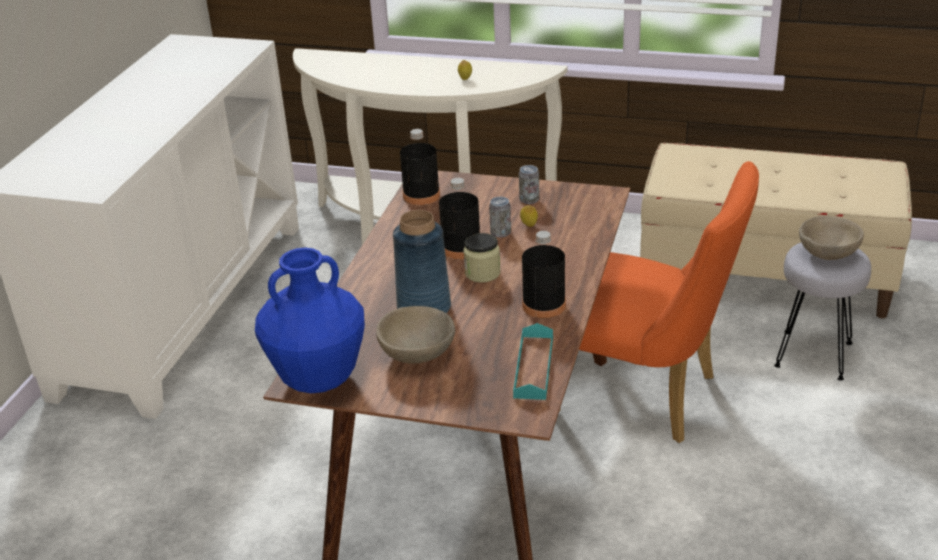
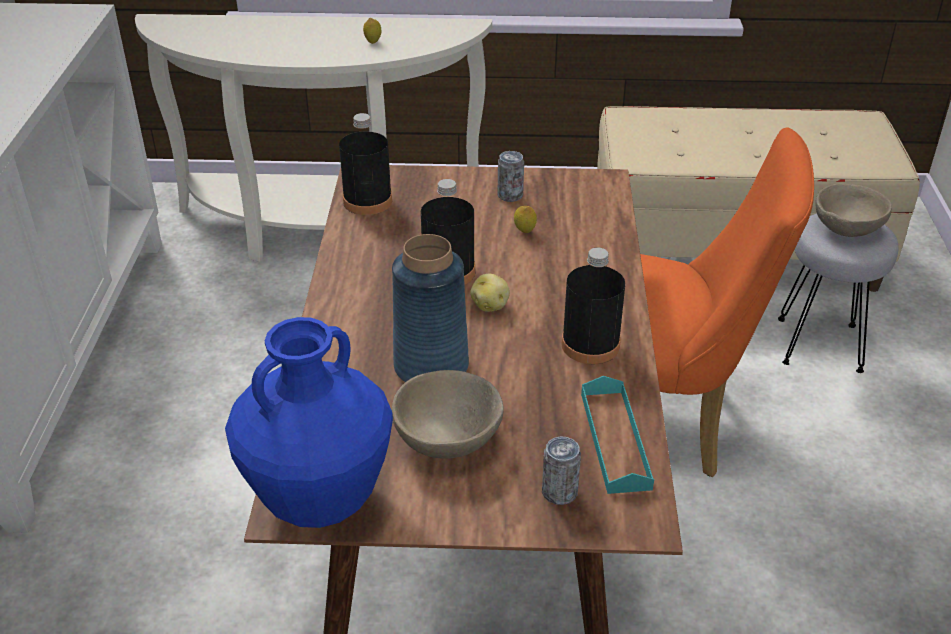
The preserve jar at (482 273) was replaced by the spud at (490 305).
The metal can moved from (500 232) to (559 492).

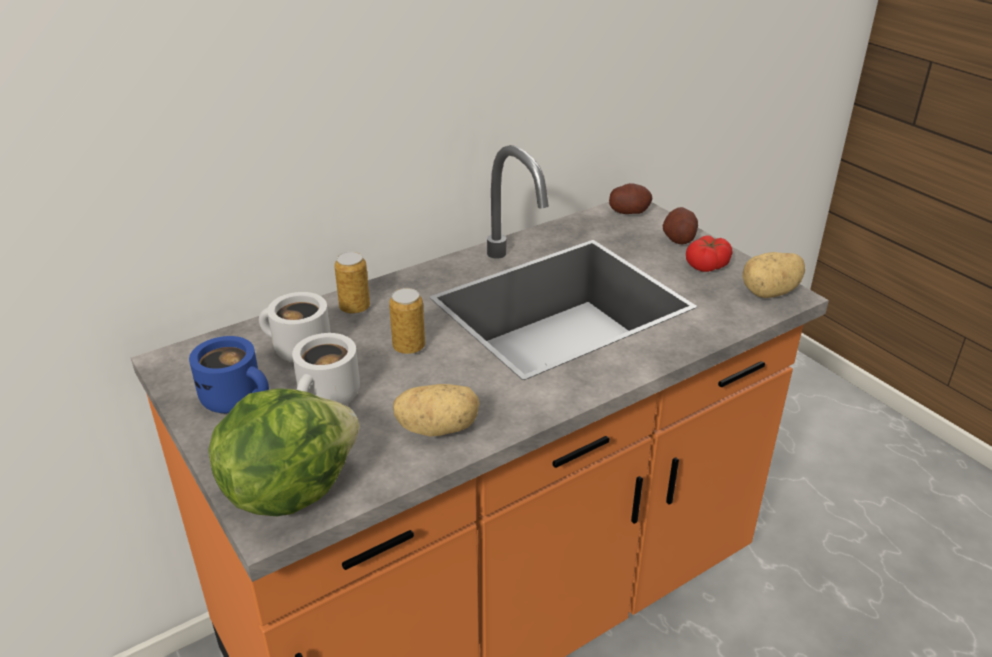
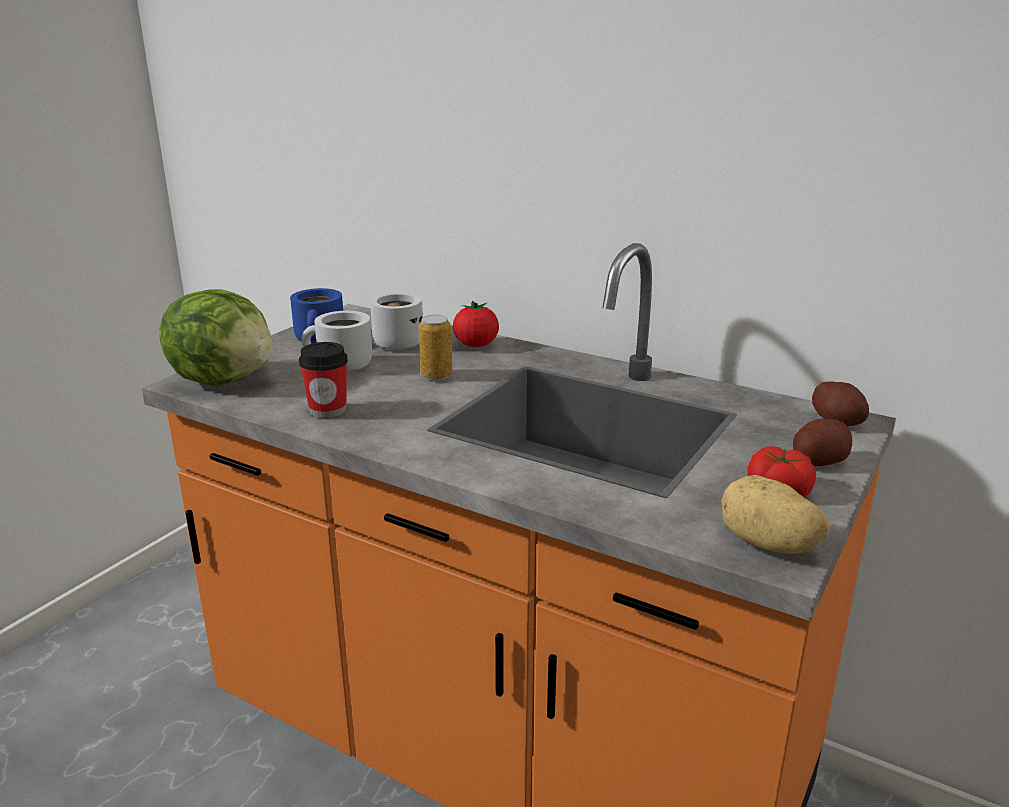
The spud at (438 428) was replaced by the small cup at (328 410).
The metal can at (355 308) was replaced by the tomato at (476 345).

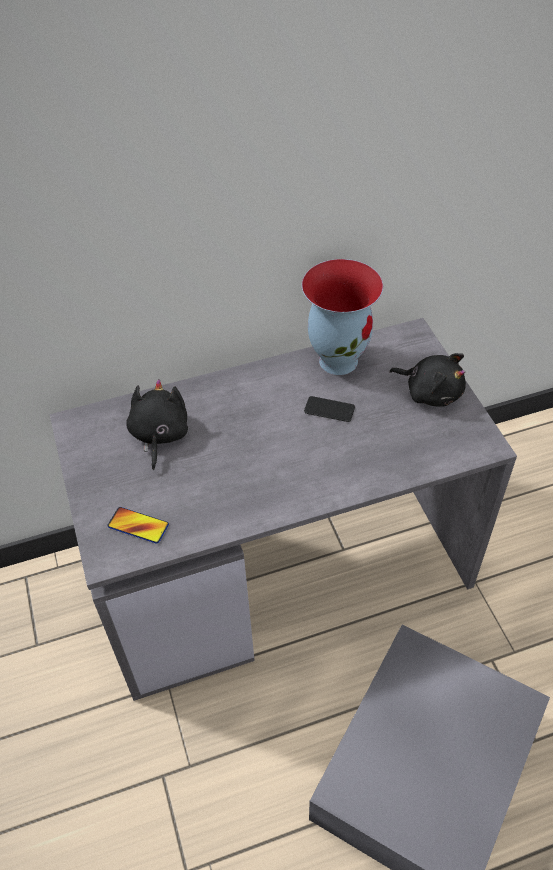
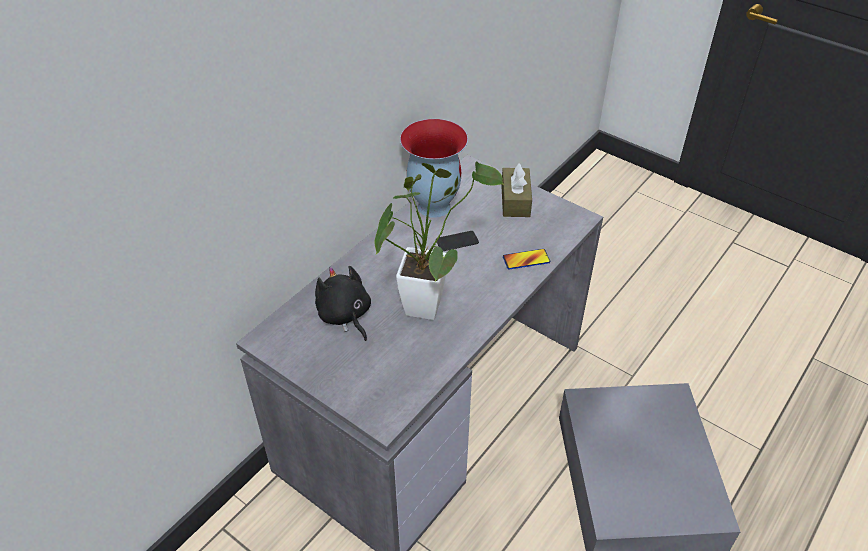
The houseplant at (426 301) appeared.
The blackish cuddly toy at (430 392) was replaced by the brownish box of tissues at (515 200).
The handset moved from (138 526) to (526 260).

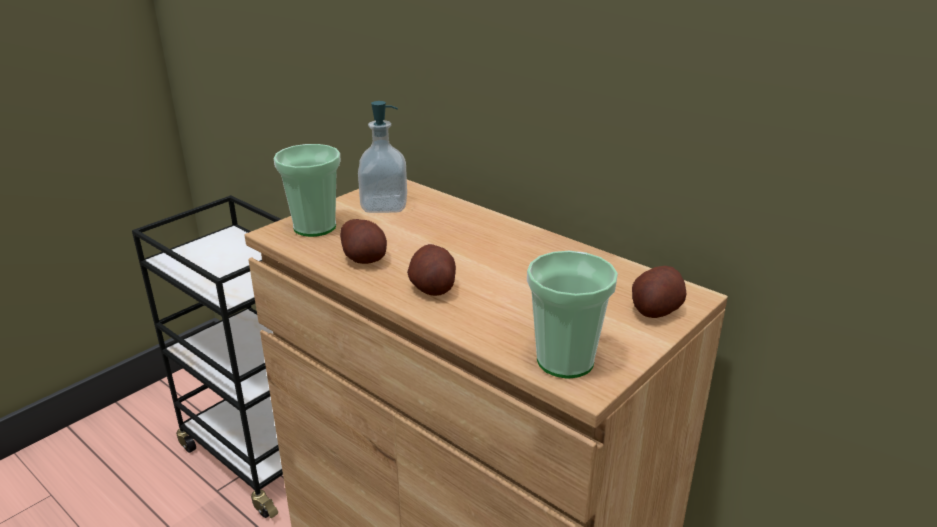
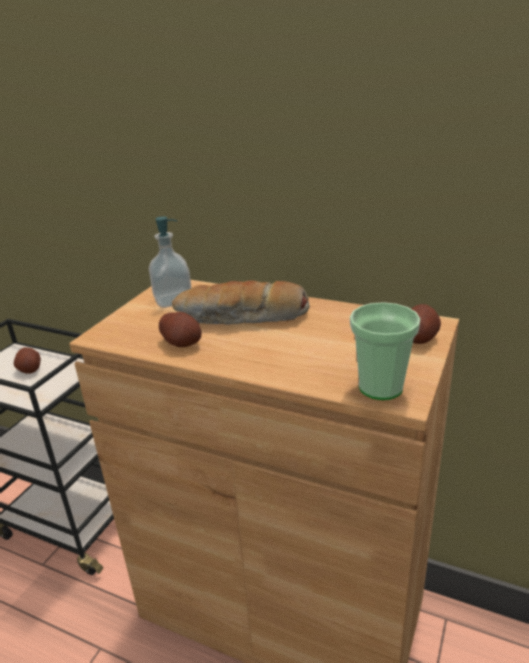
The spud moved from (432 288) to (30 369).
The bakery bread at (242 318) appeared.
The small cup at (314 227) disappeared.

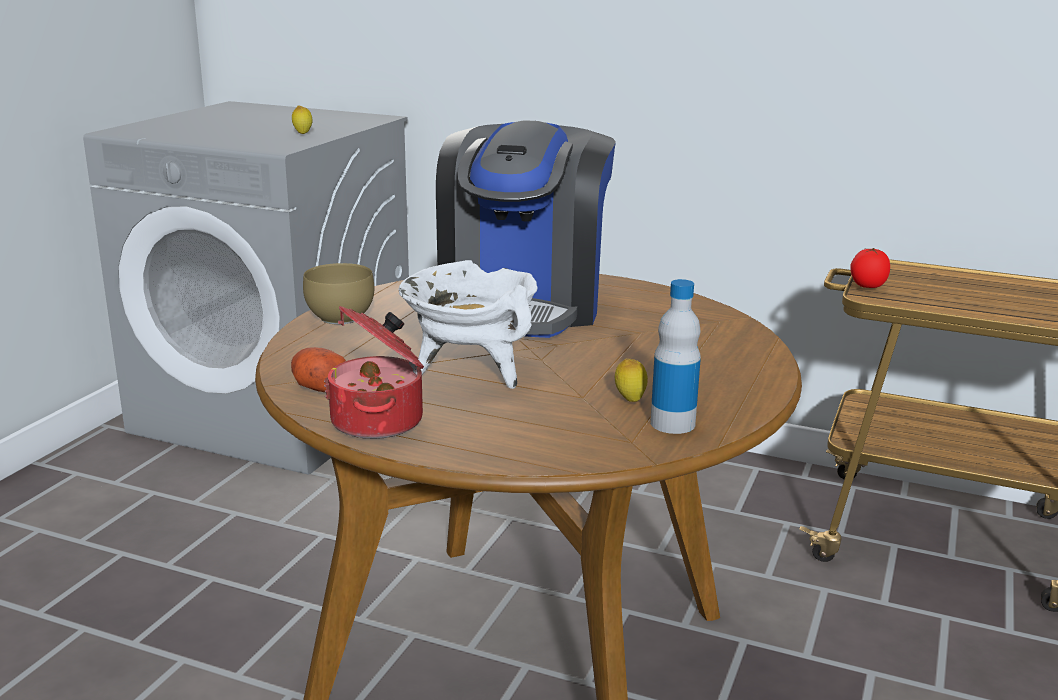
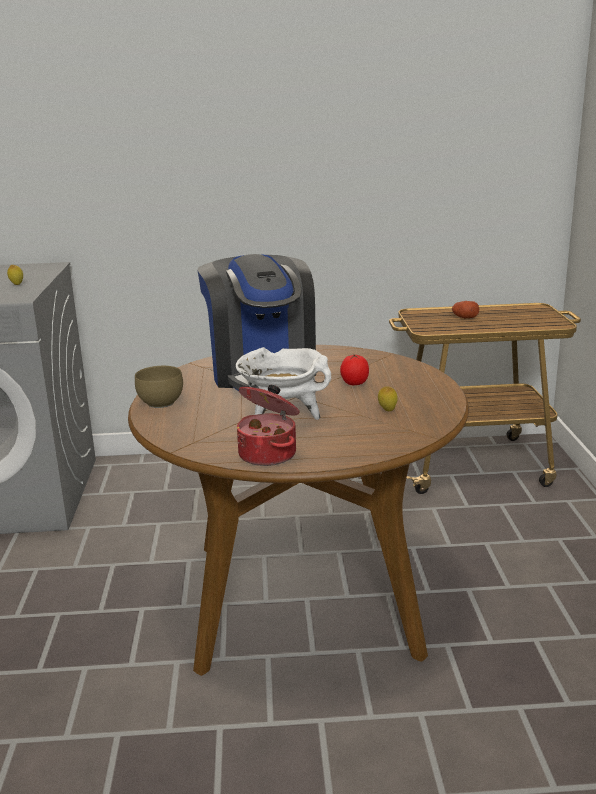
The tomato moved from (867 287) to (354 384).
The spud moved from (319 386) to (464 317).
The bottle at (672 423) disappeared.

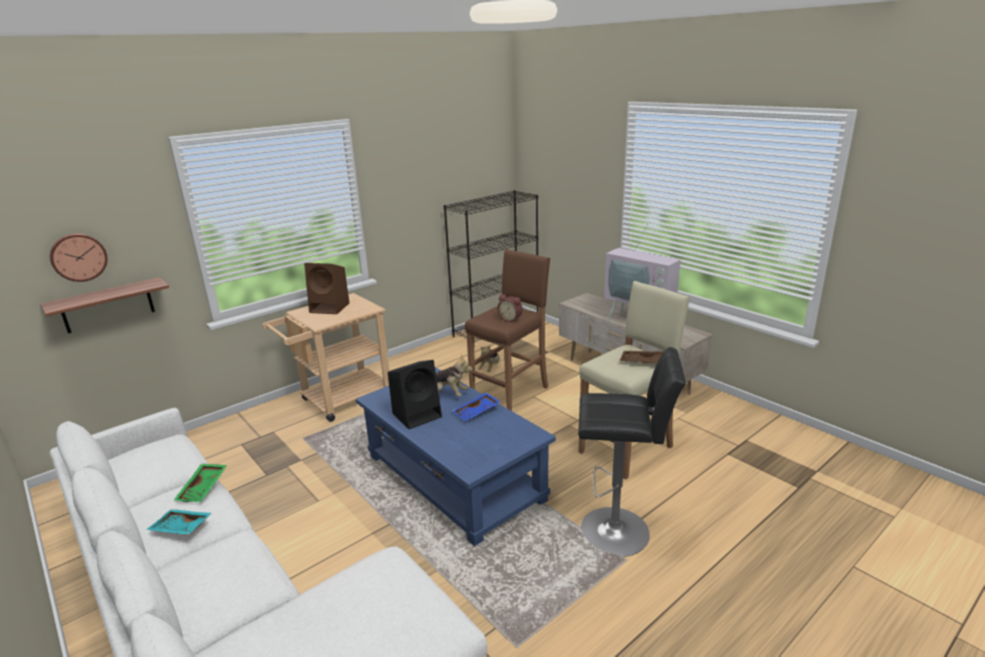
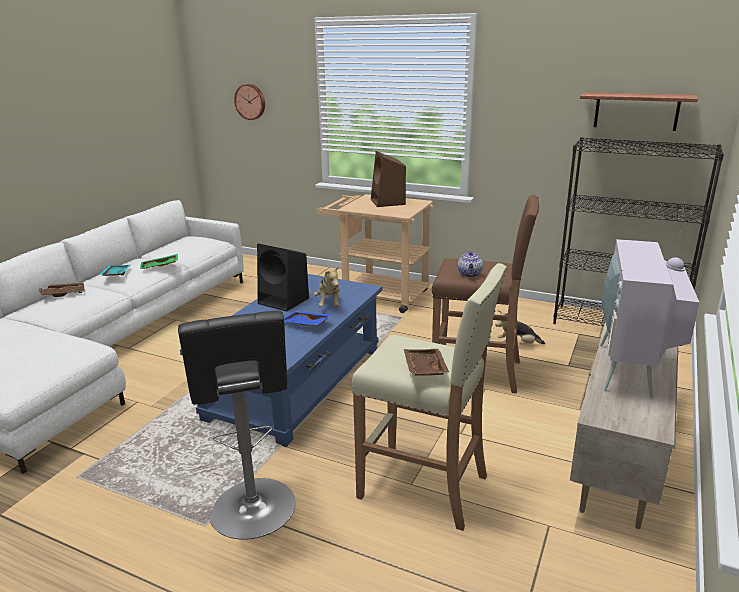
The brownish tray at (63 293) appeared.
The alarm clock at (511 319) was replaced by the teapot at (470 274).
The wall shelf moved from (107 305) to (636 111).

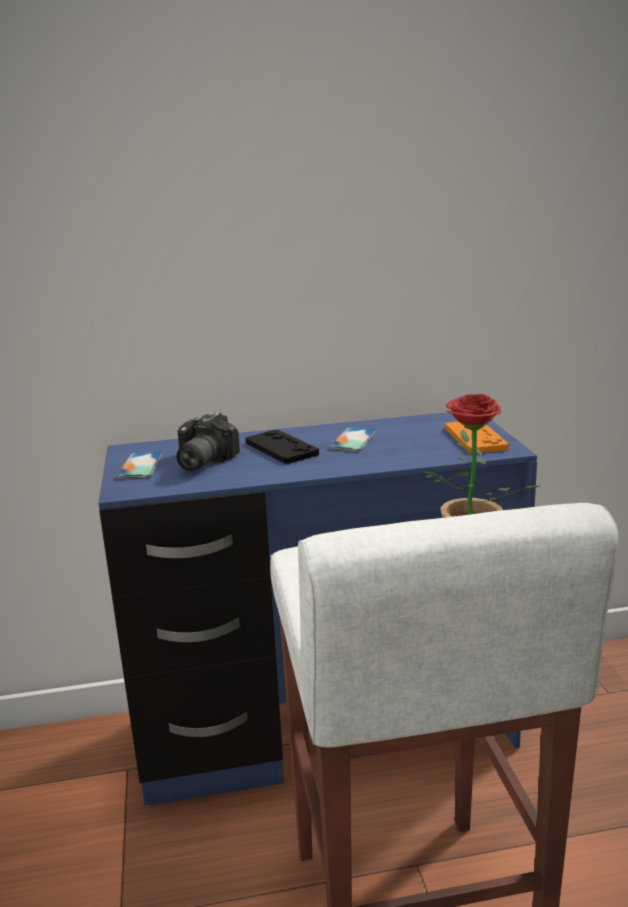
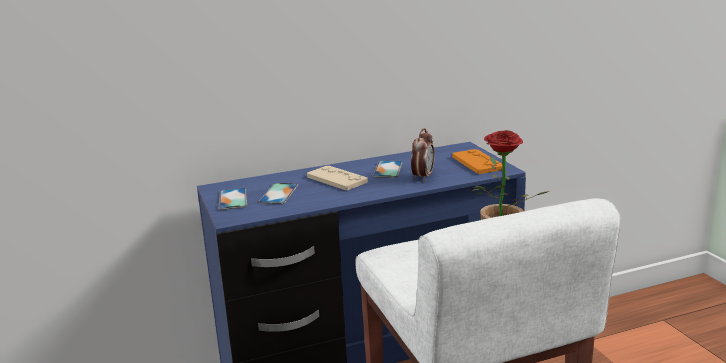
The still camera at (199 462) was replaced by the handset at (279 193).
The blackish joypad at (281 448) became the beige-coloured joypad at (337 179).
The alarm clock at (422 177) appeared.

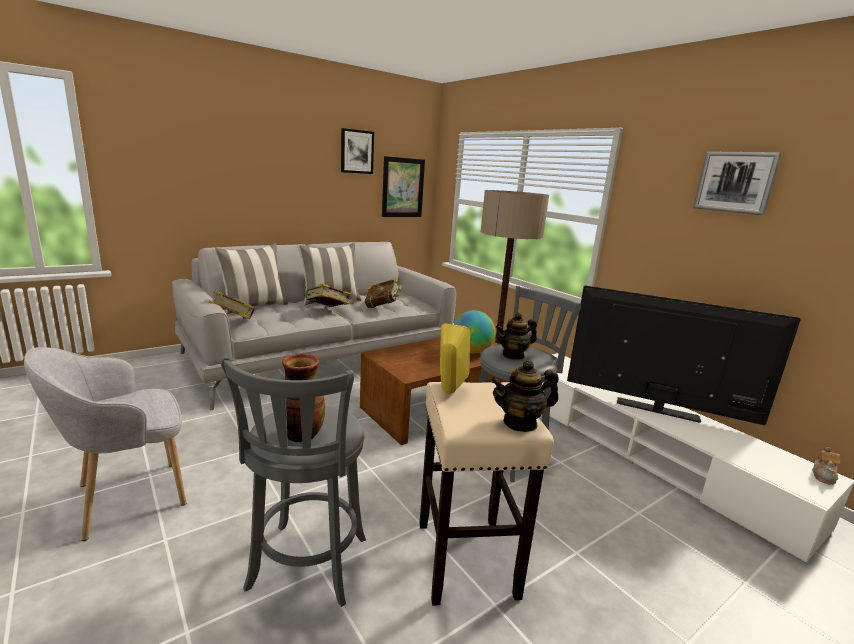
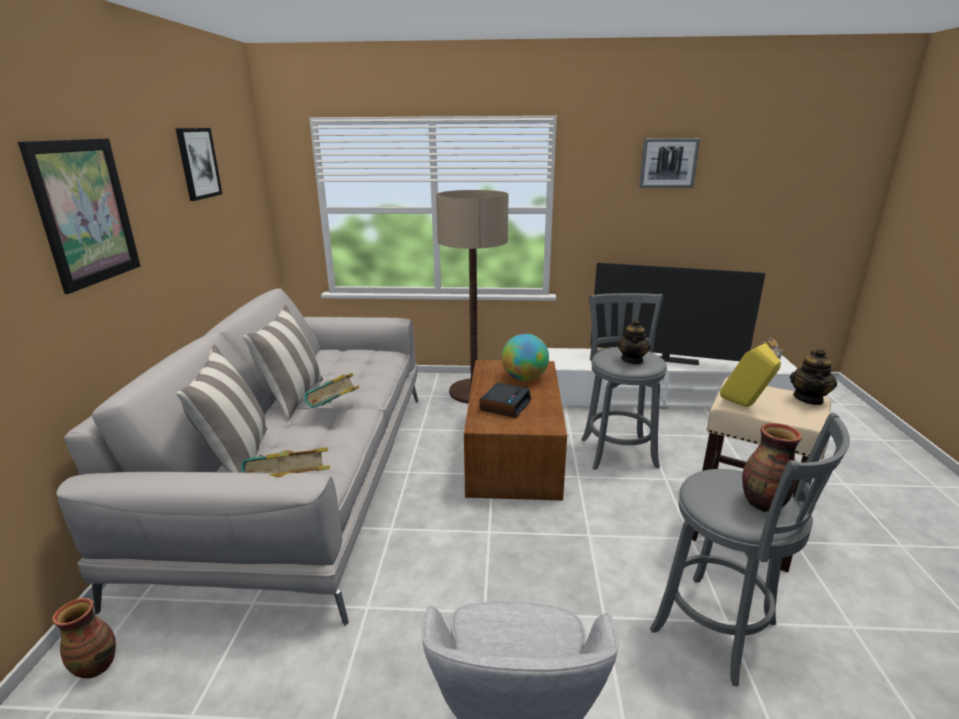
The wall picture moved from (403 187) to (85 212).
The vase at (96 666) appeared.
The alarm clock at (505 405) appeared.
The TV at (657 410) turned 135 degrees counterclockwise.
The bound book at (382 307) disappeared.

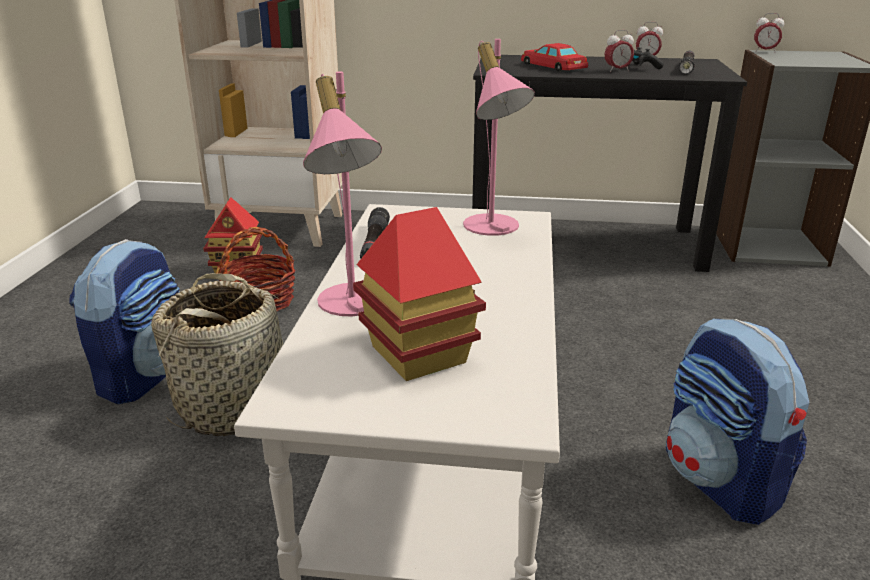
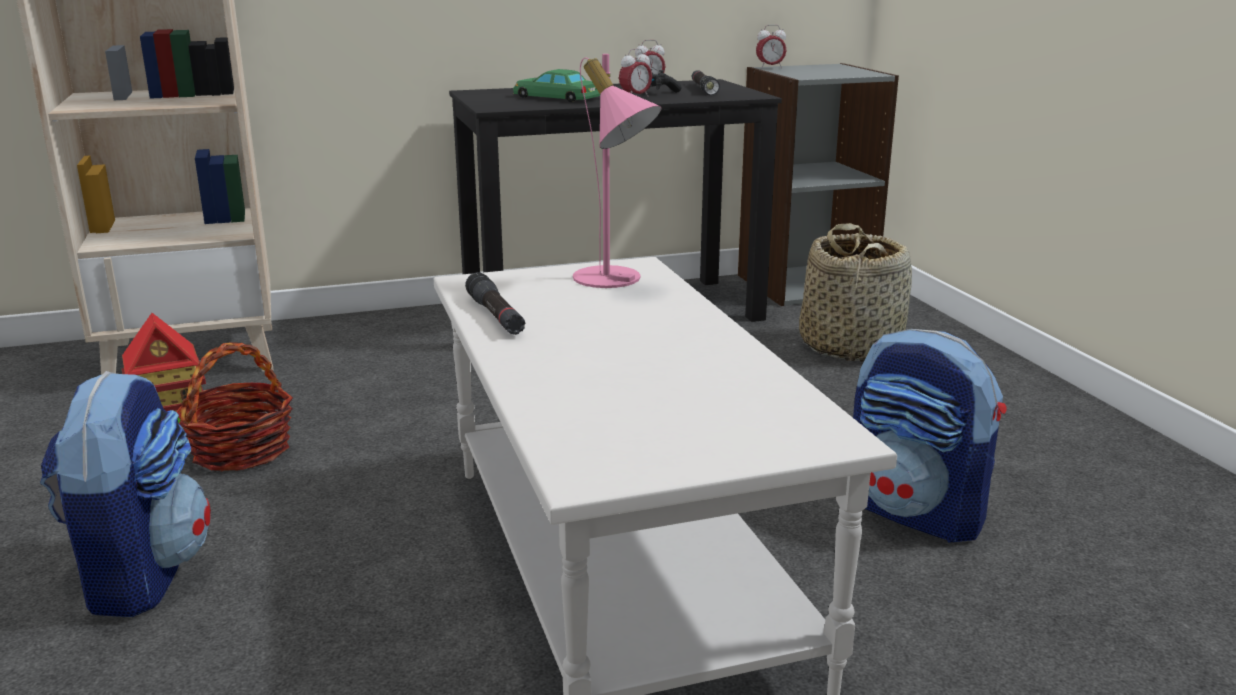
The red-coloured toy car at (552 66) became the green-coloured toy car at (556 97).
The household basket moved from (234 405) to (851 346).
The pinkish table lamp at (351 306) disappeared.
The miniature house at (418 354) disappeared.

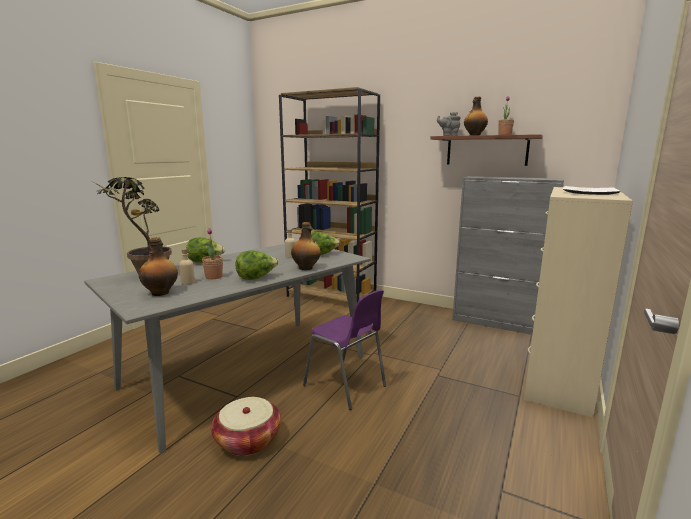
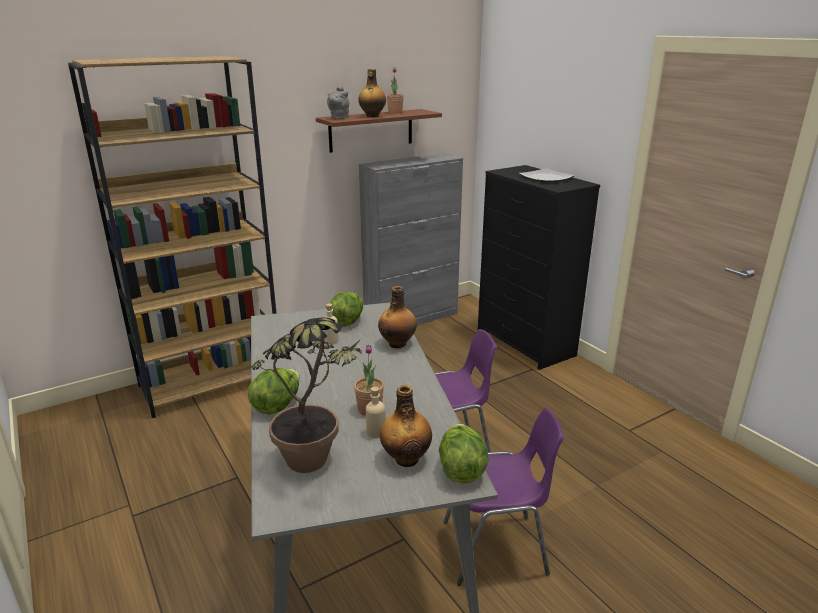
The lettuce moved from (256 278) to (461 469).
The household basket at (248 440) was replaced by the purple chair at (497 548).
The beige-coloured chest of drawers at (558 381) became the blackish chest of drawers at (525 343).

